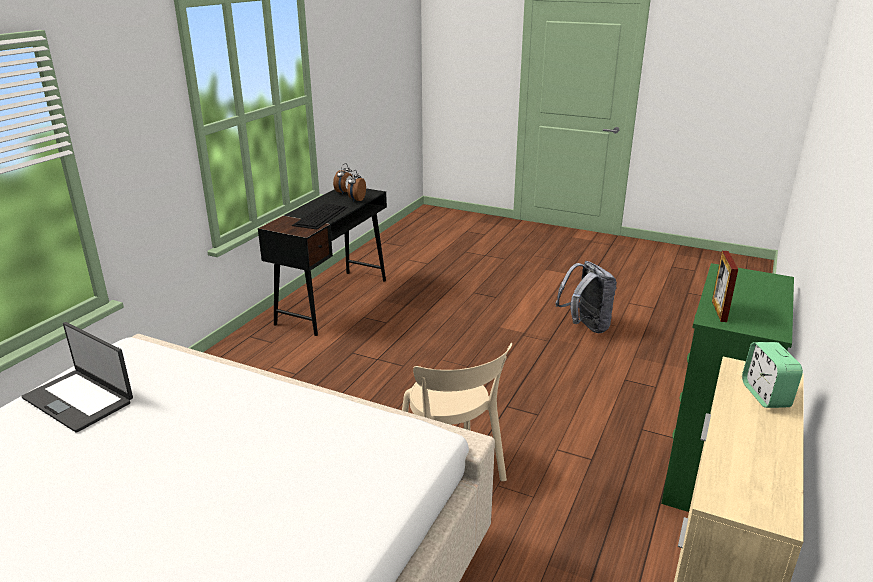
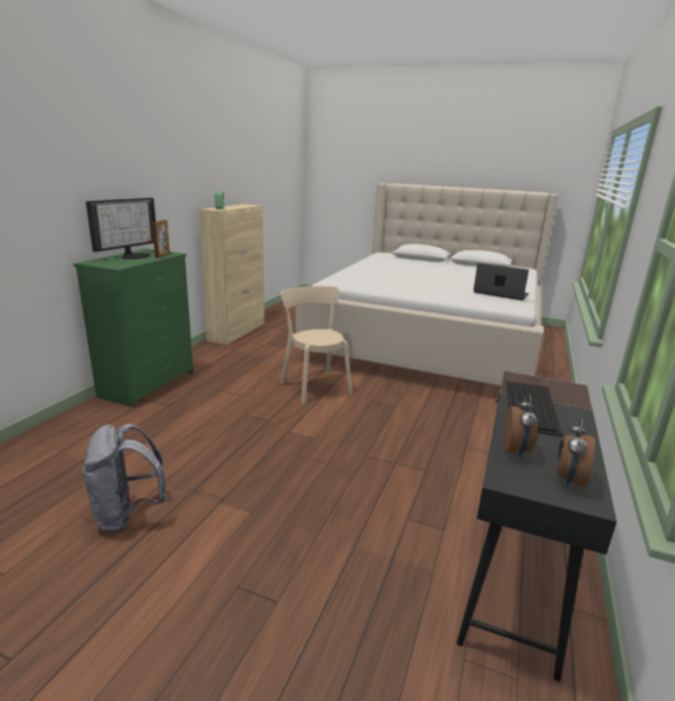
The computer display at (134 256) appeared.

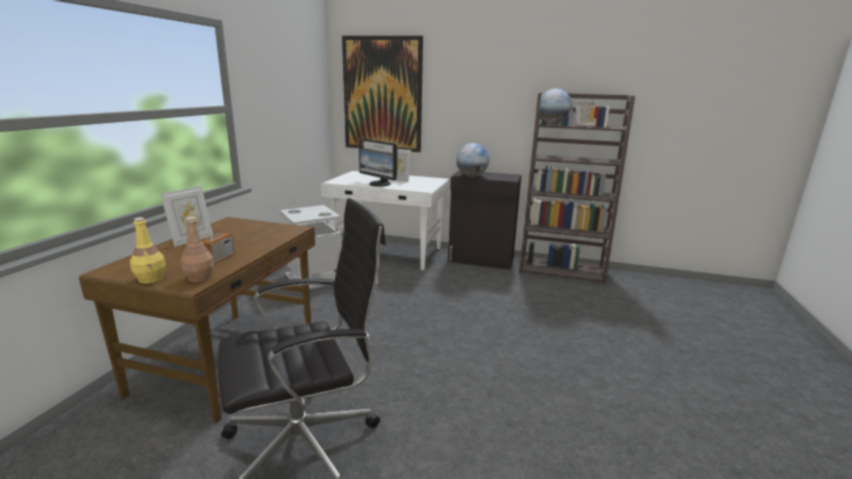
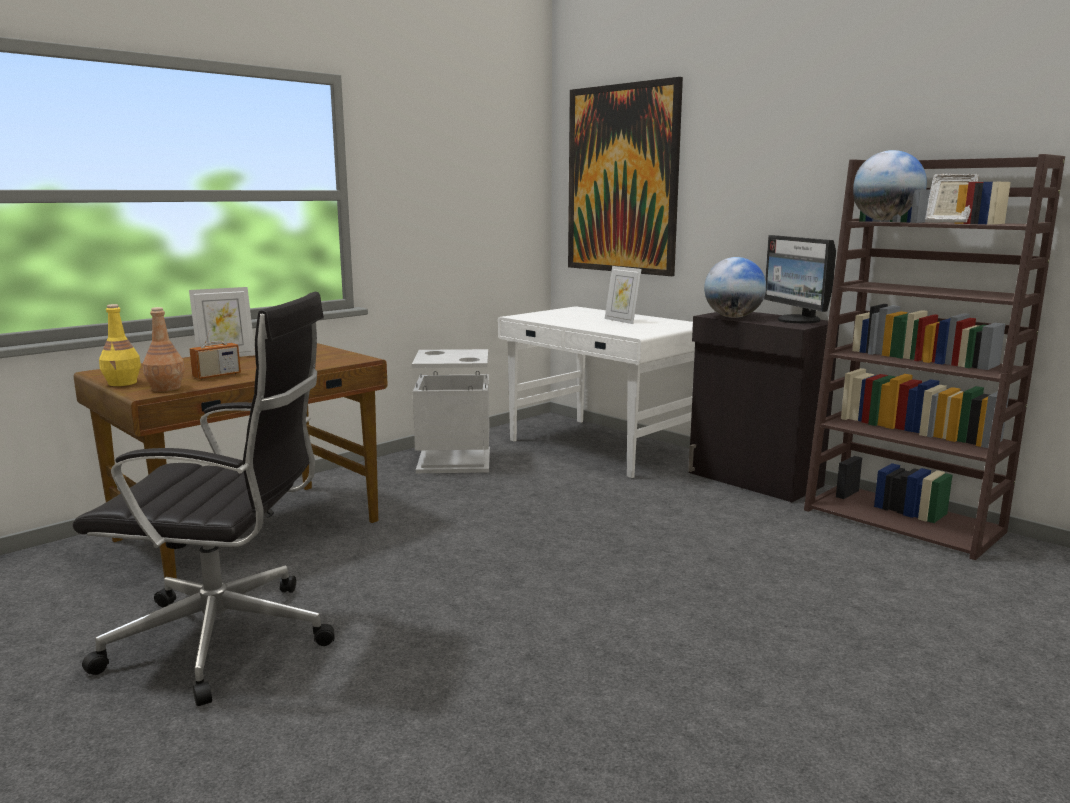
The computer display moved from (379 184) to (797 320).

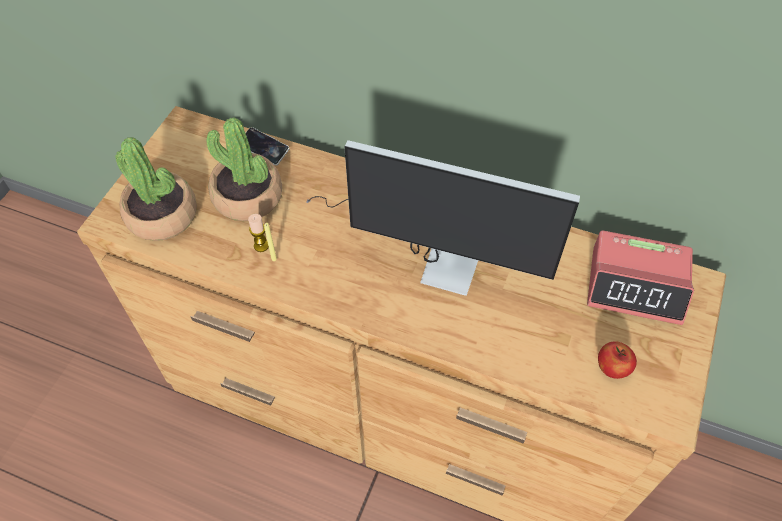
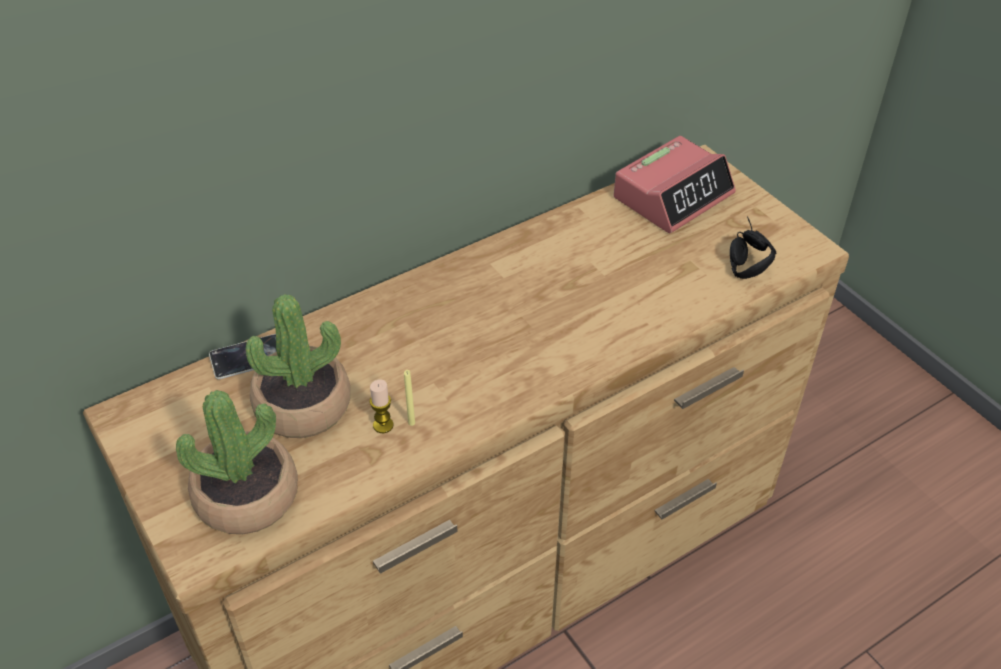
The whole apple at (612 368) was replaced by the blackish headset at (742 254).
The computer display at (432 256) disappeared.

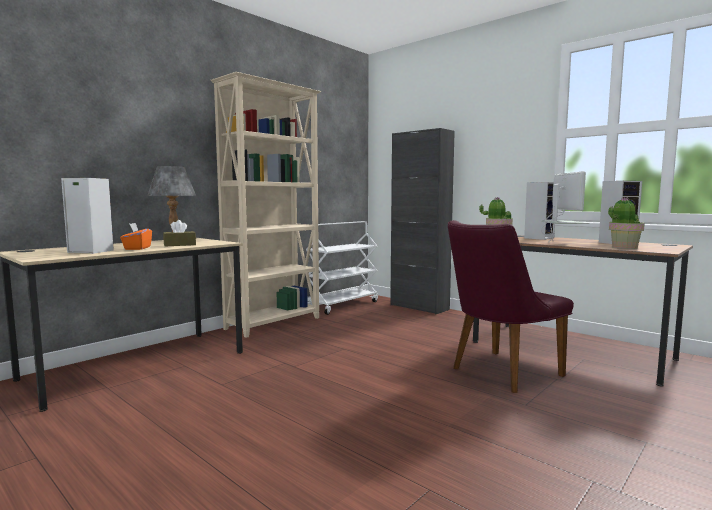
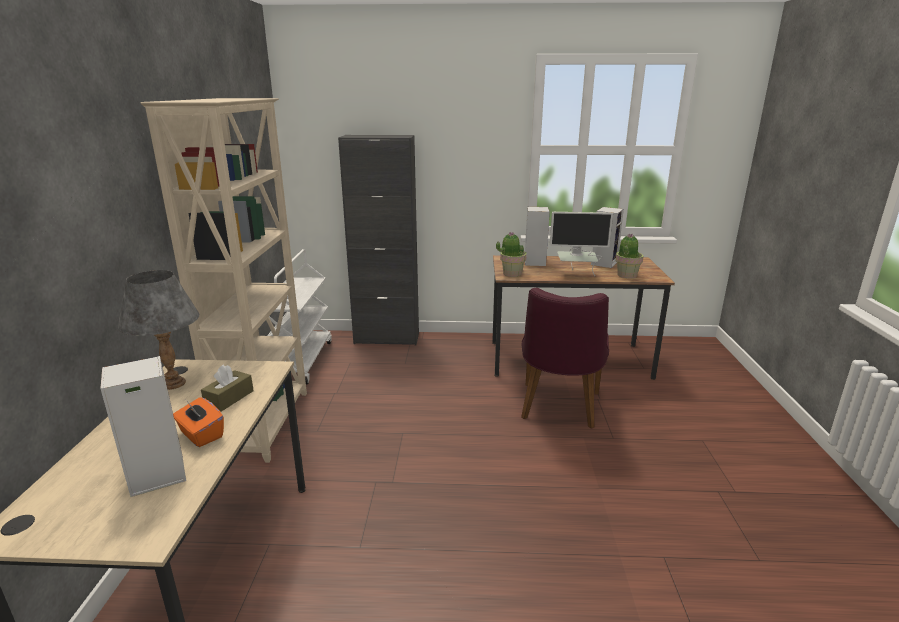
The computer display at (561 243) turned 135 degrees clockwise.

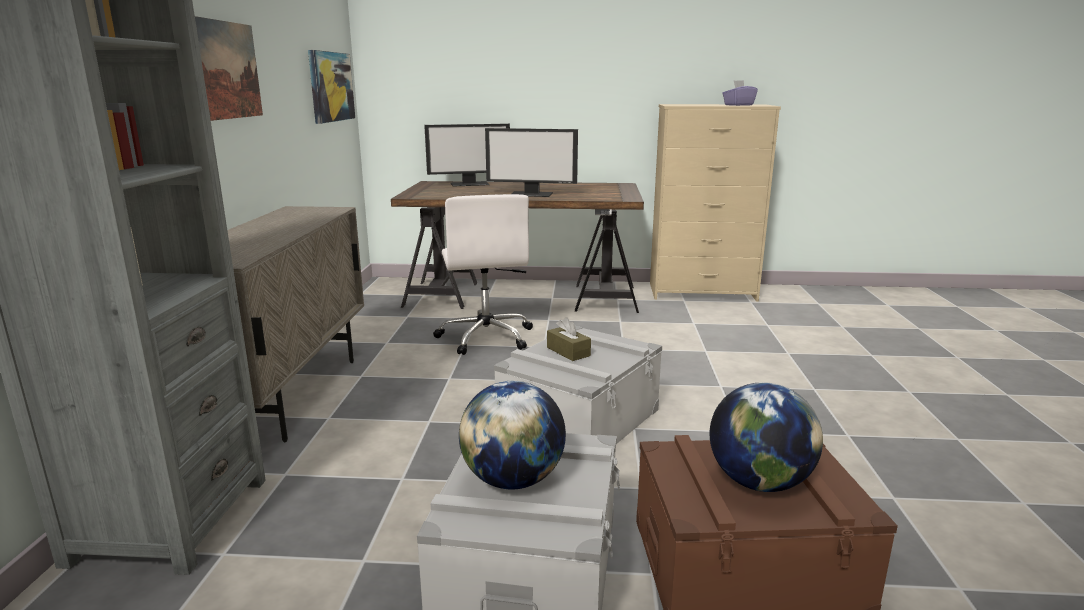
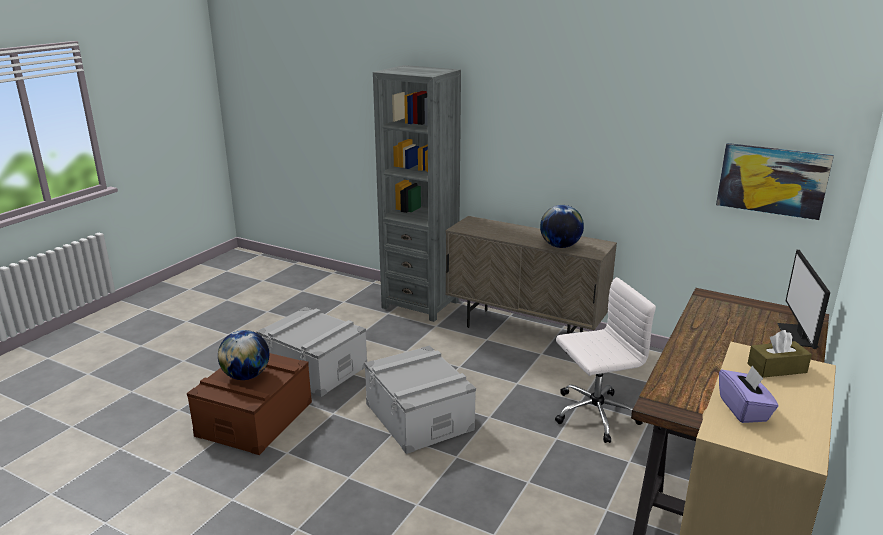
The globe moved from (513 480) to (560 246).
The white office chair at (486 337) turned 150 degrees clockwise.
The brownish box of tissues moved from (568 351) to (777 368).
The wall picture at (227 70) disappeared.
The computer display at (532 194) disappeared.

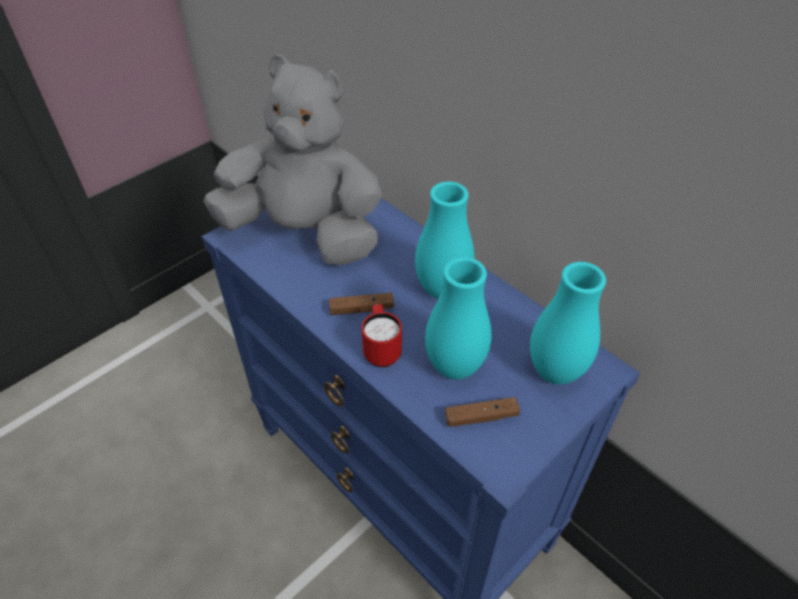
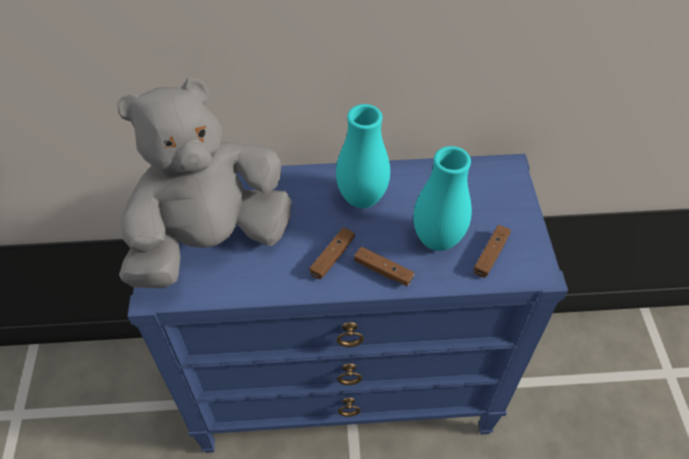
The red-coloured tea mug at (381 350) was replaced by the brownish joypad at (383 271).
The turquoise vase at (555 371) disappeared.

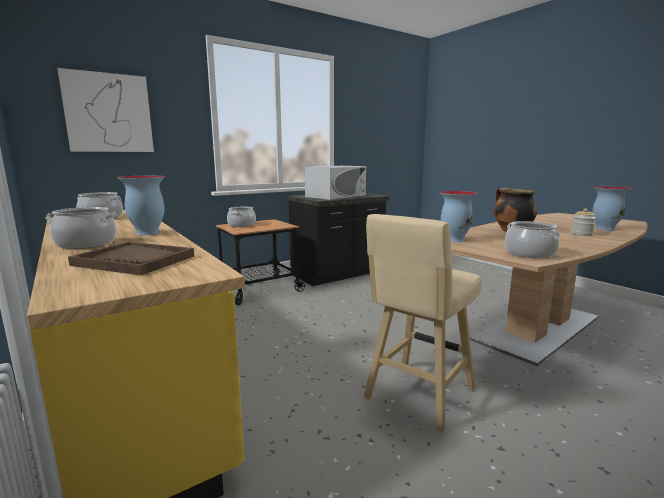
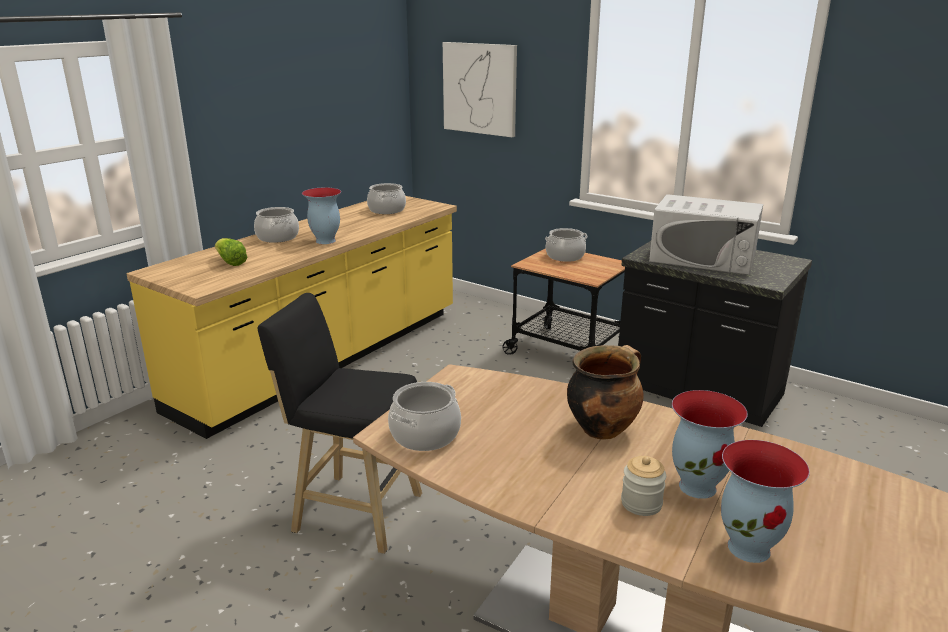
The brownish tray at (135 260) was replaced by the lettuce at (230 262).
The beige-coloured stool seat at (417 396) became the blackish stool seat at (353 511).
The vase moved from (454 240) to (698 486).

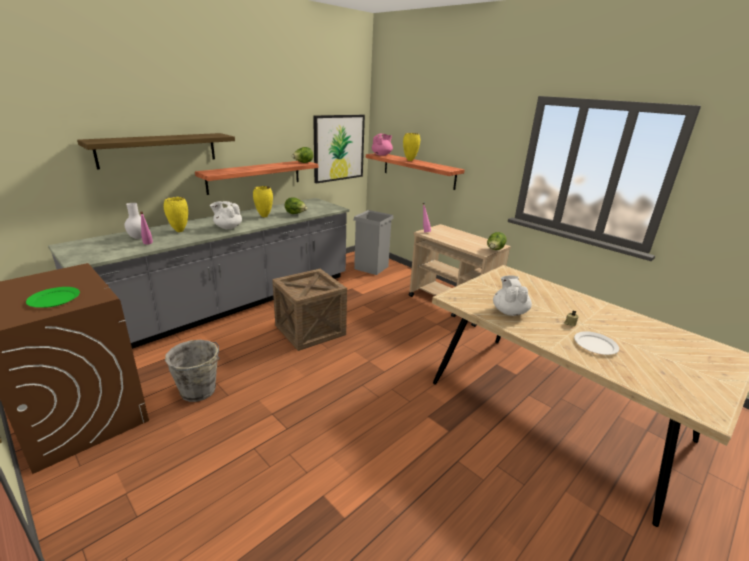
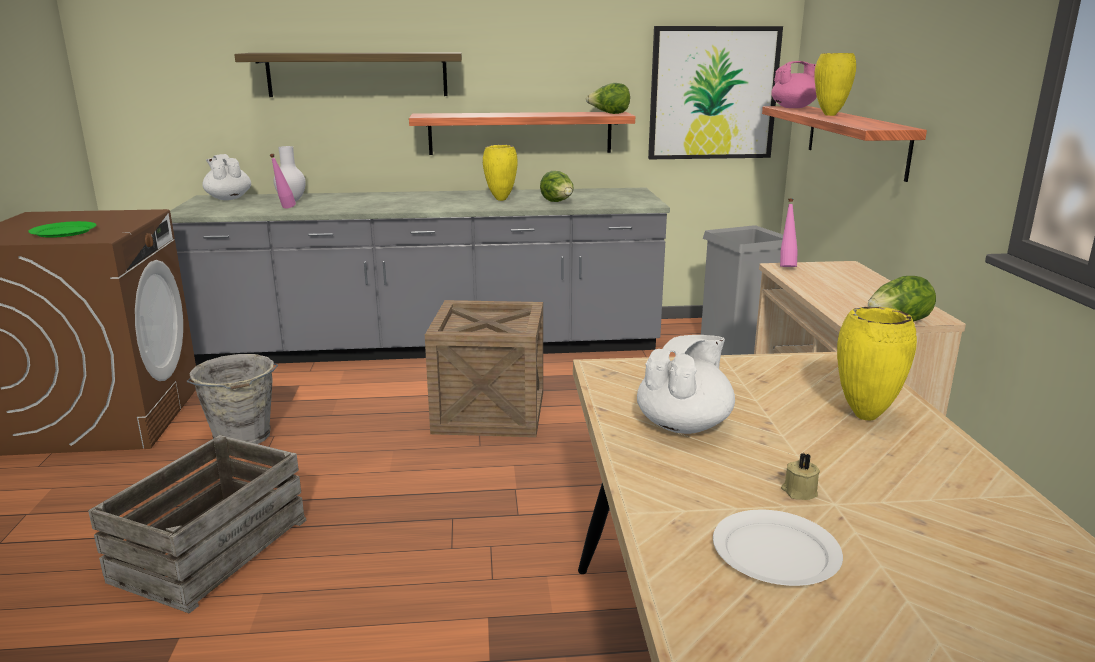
The crate at (210 549) appeared.
The white teapot moved from (228 227) to (228 198).
The yellowish vase moved from (179 231) to (863 416).

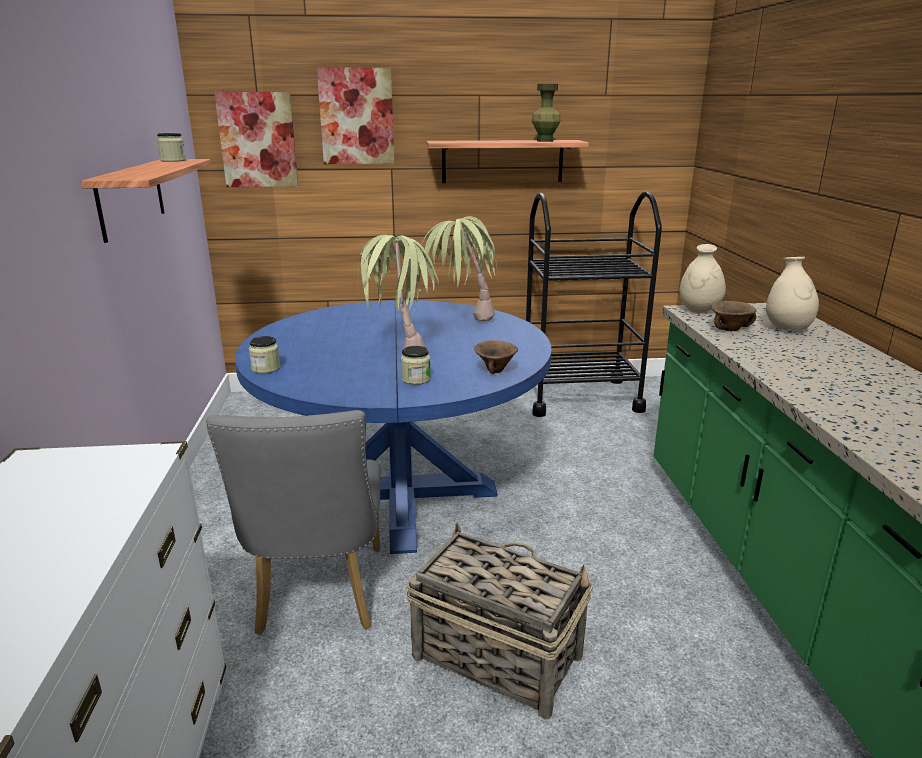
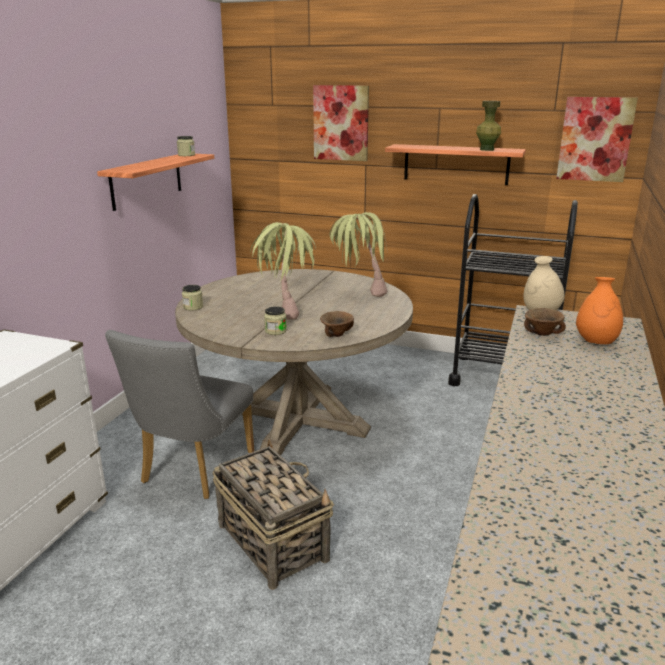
The blue kitchen table at (402 494) became the beige-coloured kitchen table at (298 420).
The wall picture moved from (258 140) to (595 139).
The beige-coloured vase at (787 330) became the orange-coloured vase at (595 342).

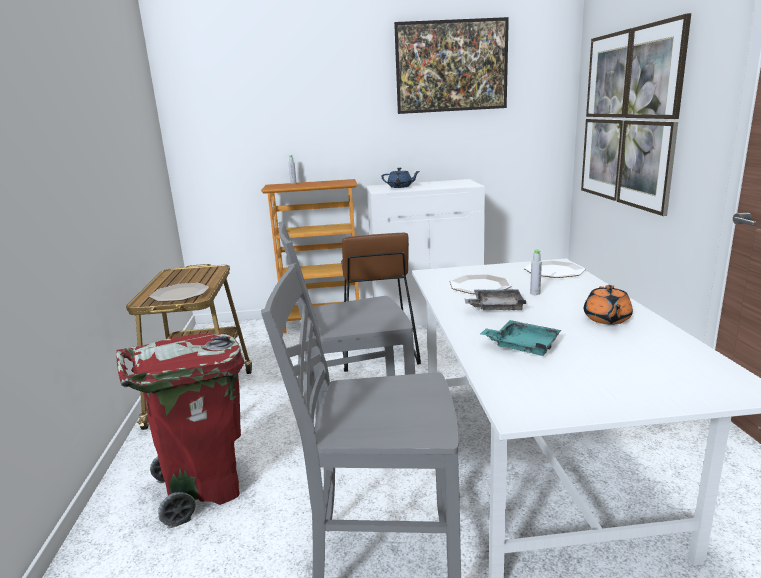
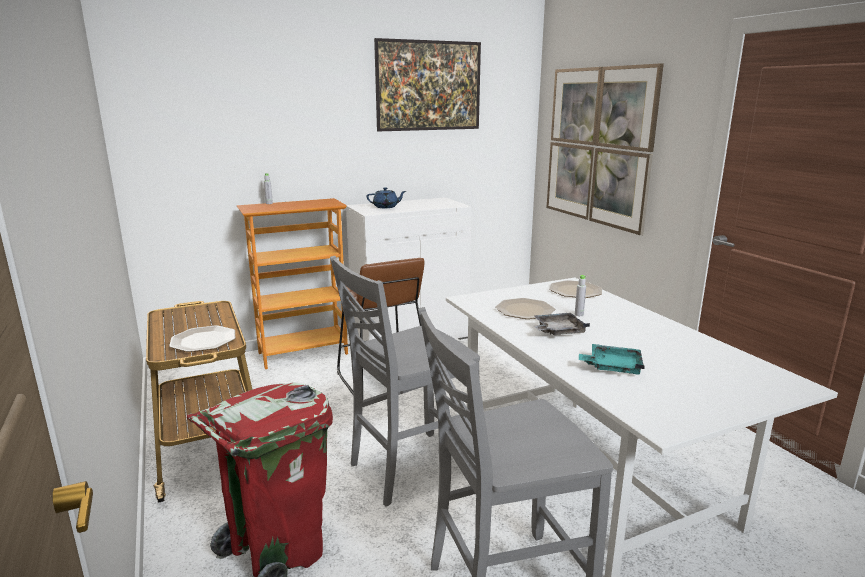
The orange-coloured teapot at (606 319) disappeared.

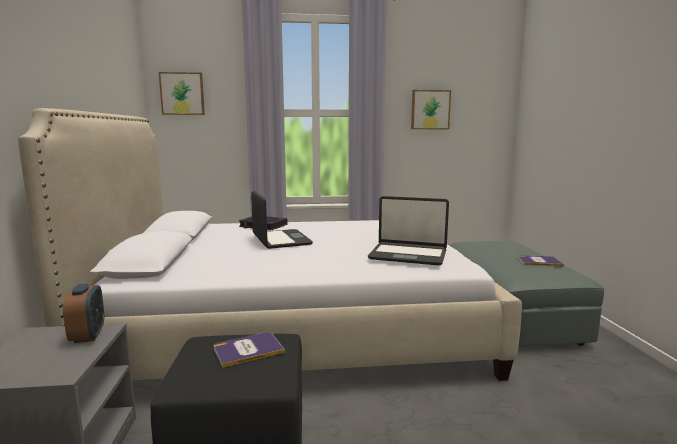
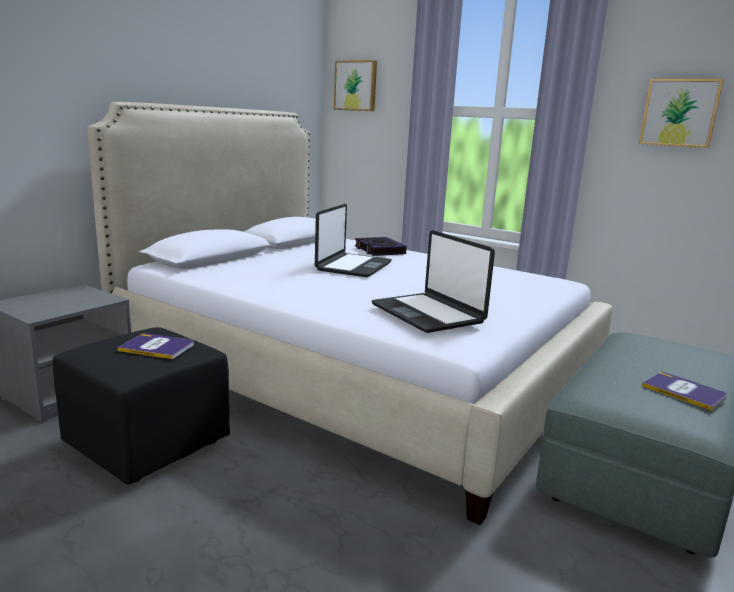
The alarm clock at (88 335) disappeared.

